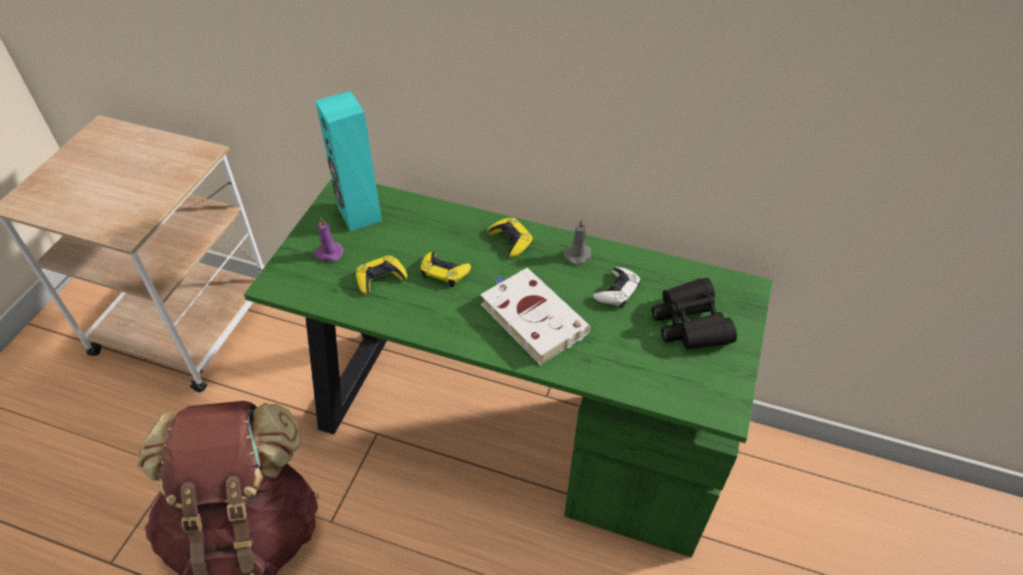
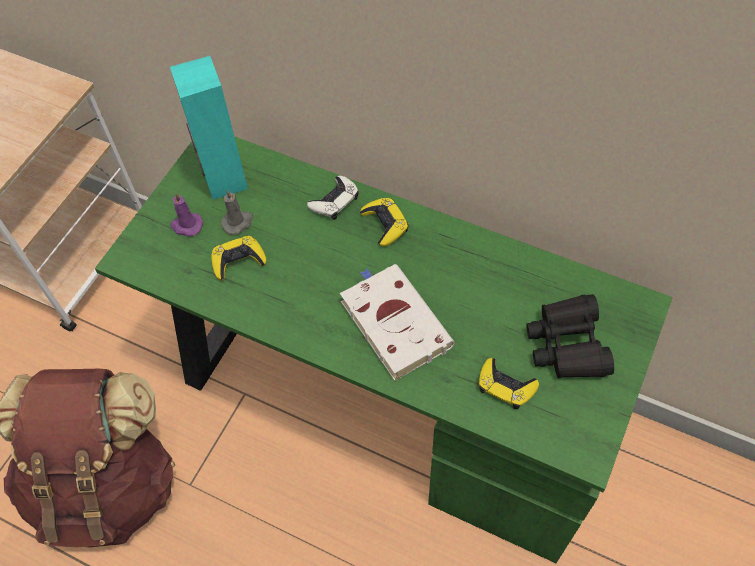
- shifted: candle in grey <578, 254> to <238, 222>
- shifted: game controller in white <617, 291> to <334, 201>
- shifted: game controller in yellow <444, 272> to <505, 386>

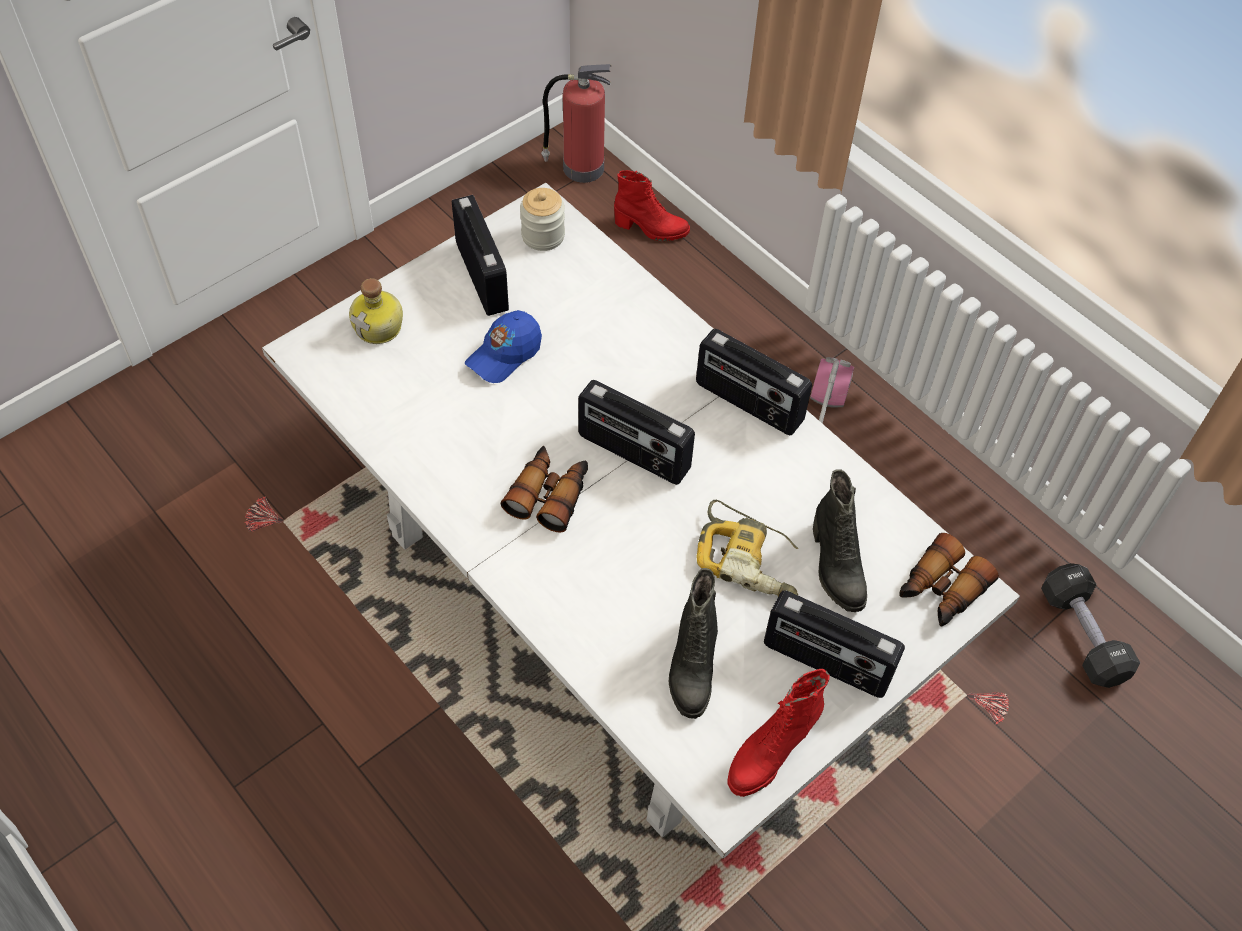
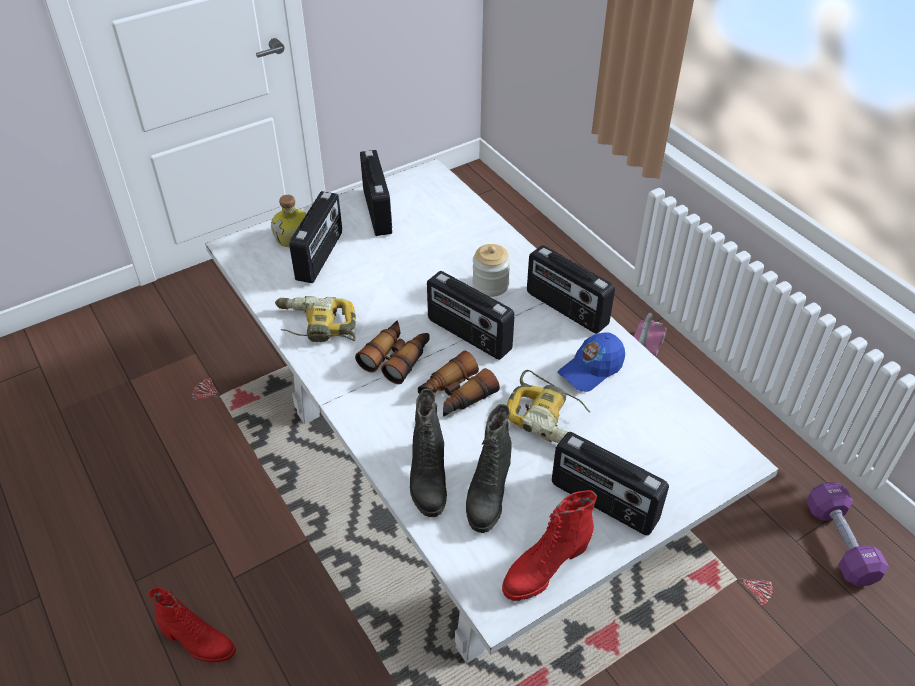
- shifted: boot in red <651, 229> to <198, 643>
- new: power drill <316, 326>
- new: radio <320, 256>
- shifted: boot in black <835, 567> to <427, 479>
- shifted: binoculars <941, 590> to <455, 395>
- shifted: jar <543, 235> to <490, 285>
- shifted: cap in blue <504, 354> to <591, 369>
- repainted: dumbbell in black <1082, 635> to dumbbell in purple <839, 543>
- gone: fire extinguisher <581, 167>

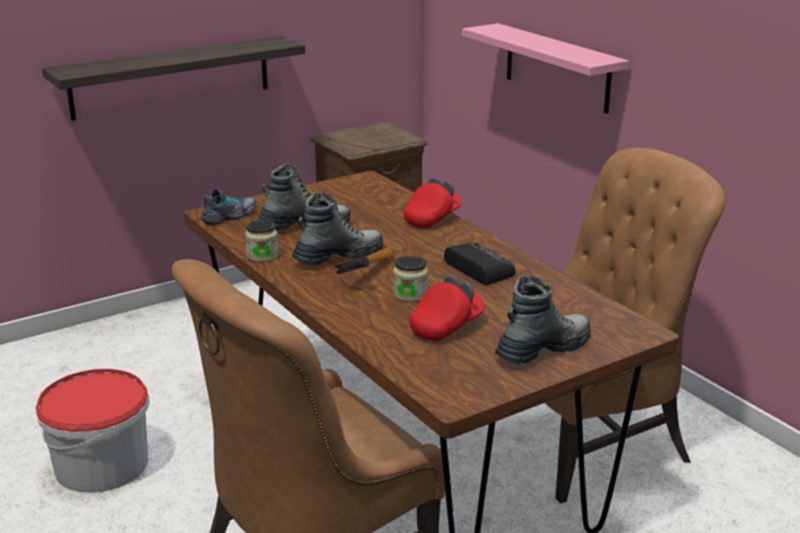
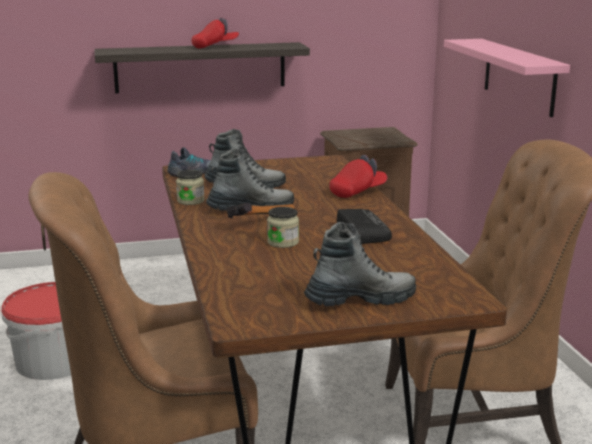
- shifted: cap in red <447, 326> to <215, 47>

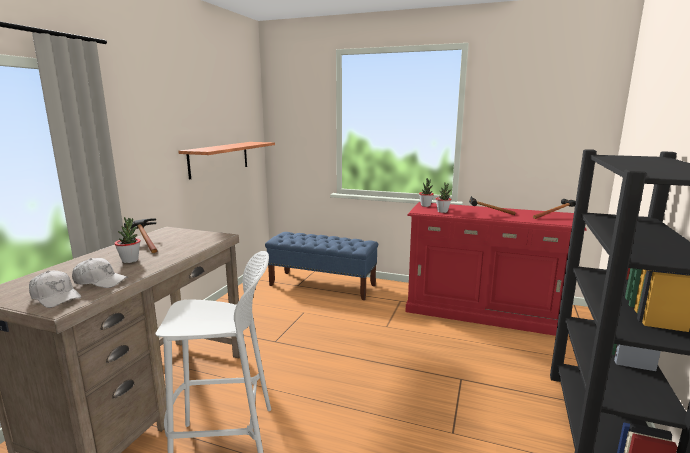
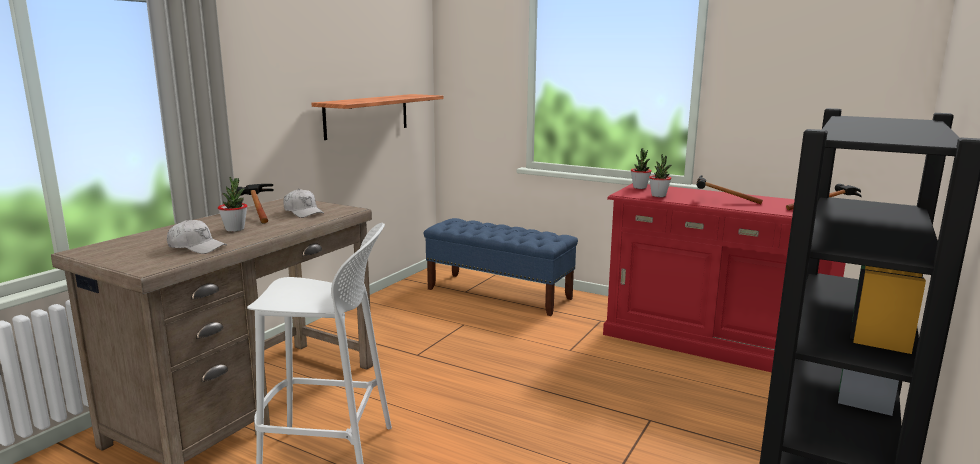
- shifted: cap in white <56, 297> to <303, 212>

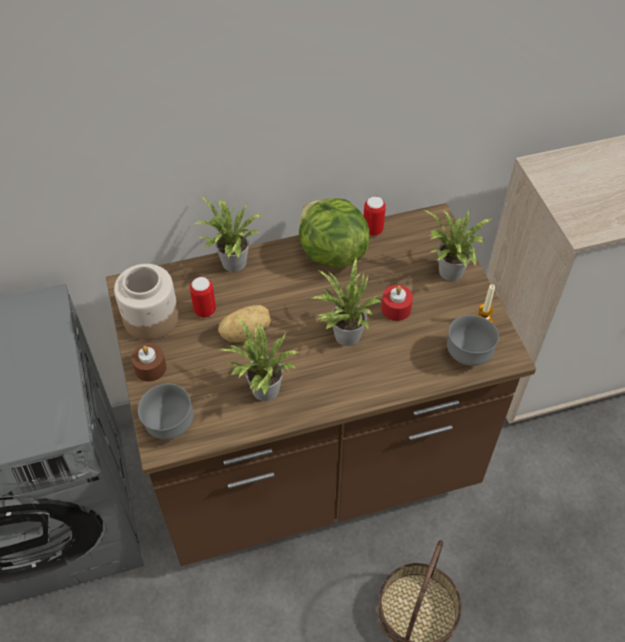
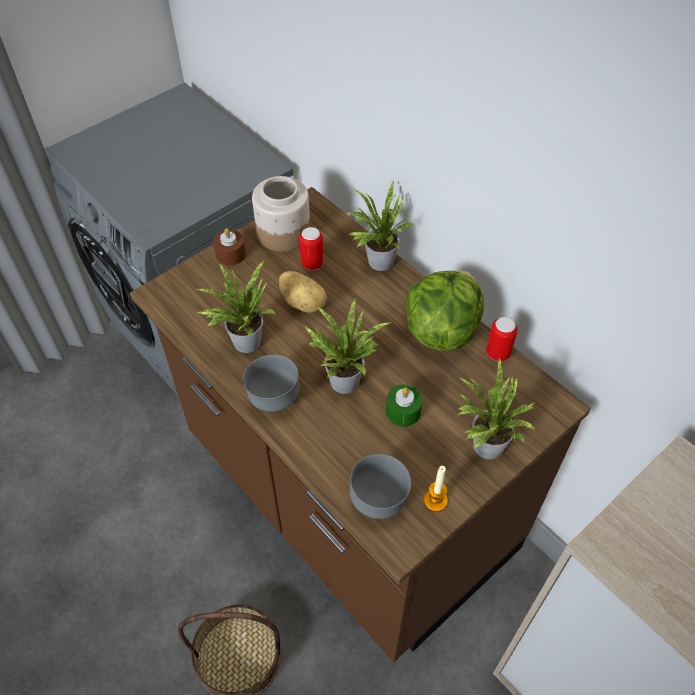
- shifted: bowl in grey <169, 426> to <274, 399>
- repainted: candle in red <396, 308> to candle in green <403, 411>

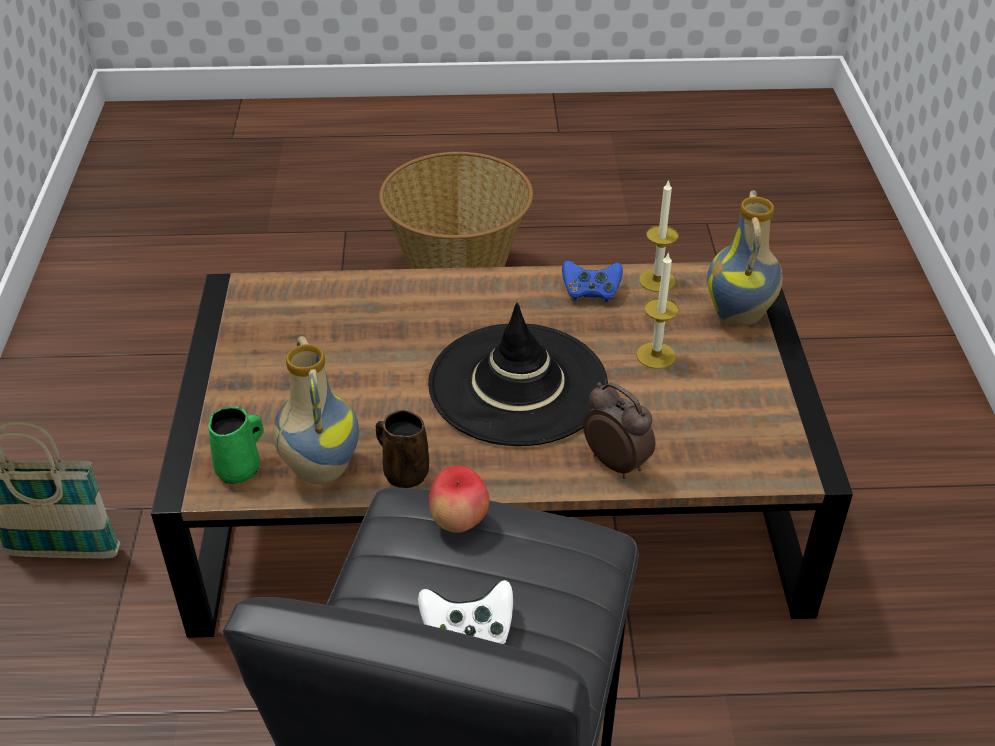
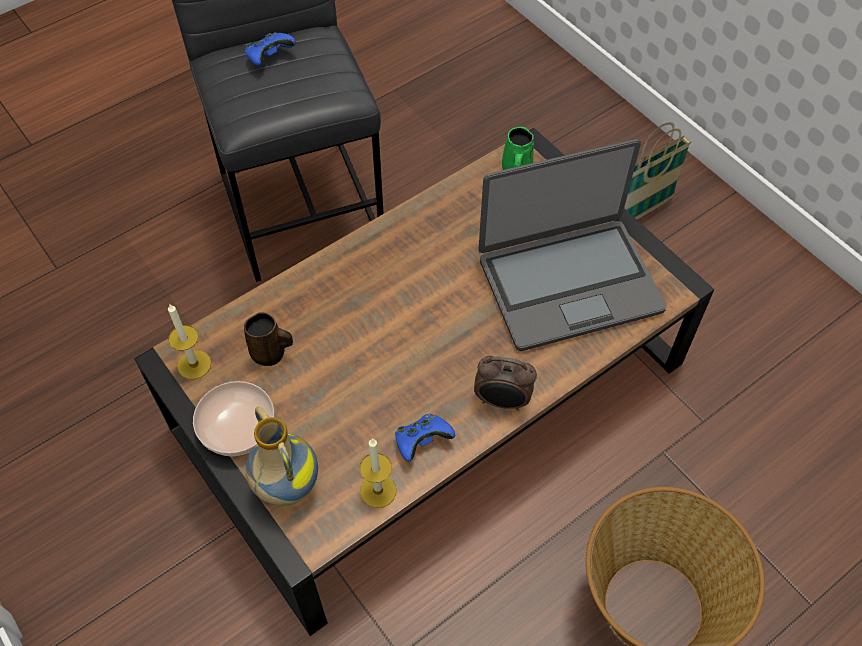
- shifted: candle <656, 355> to <194, 364>
- new: bowl <237, 426>
- shifted: mug in brown <404, 472> to <270, 354>
- repainted: game controller in white <467, 631> to game controller in blue <269, 58>
- shifted: alarm clock <617, 462> to <502, 401>
- new: laptop <568, 283>
- gone: vase <318, 470>
- gone: hat in black <518, 385>
- gone: apple <459, 522>

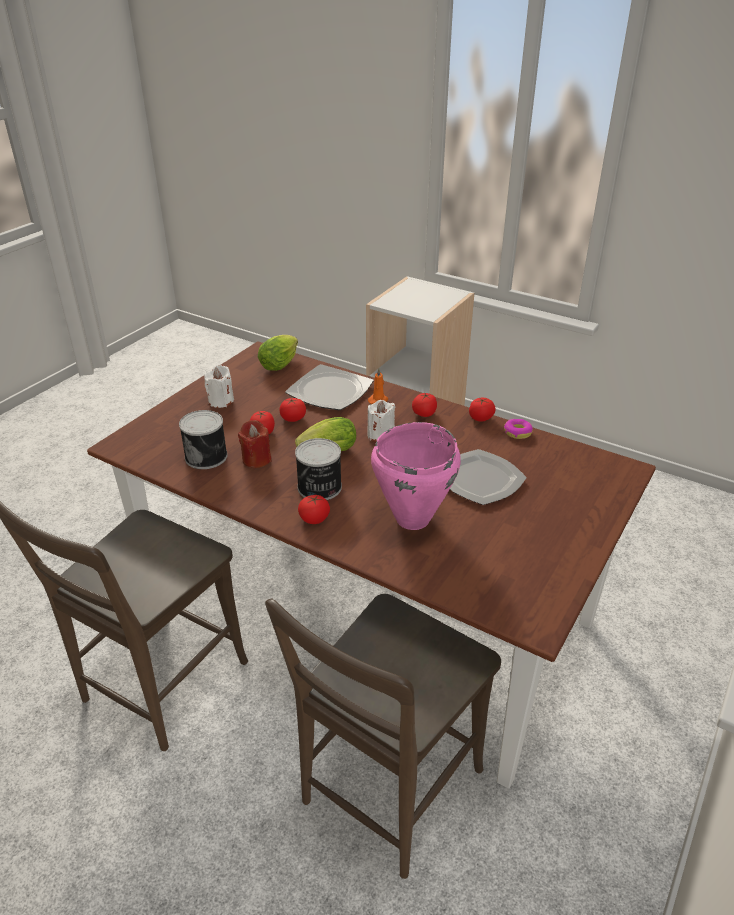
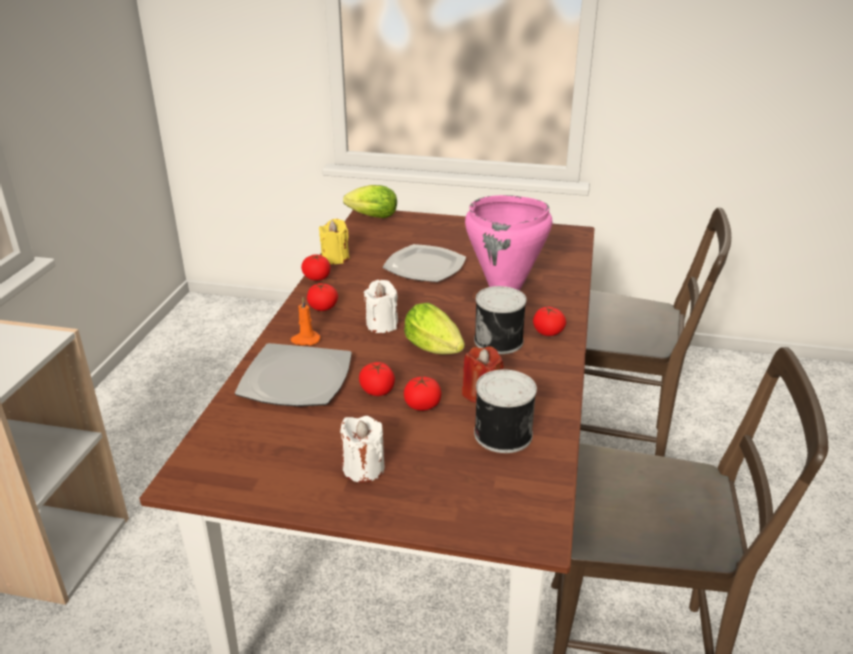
- swapped: donut <517, 432> to candle in yellow <335, 258>
- shifted: lettuce <281, 364> to <370, 216>

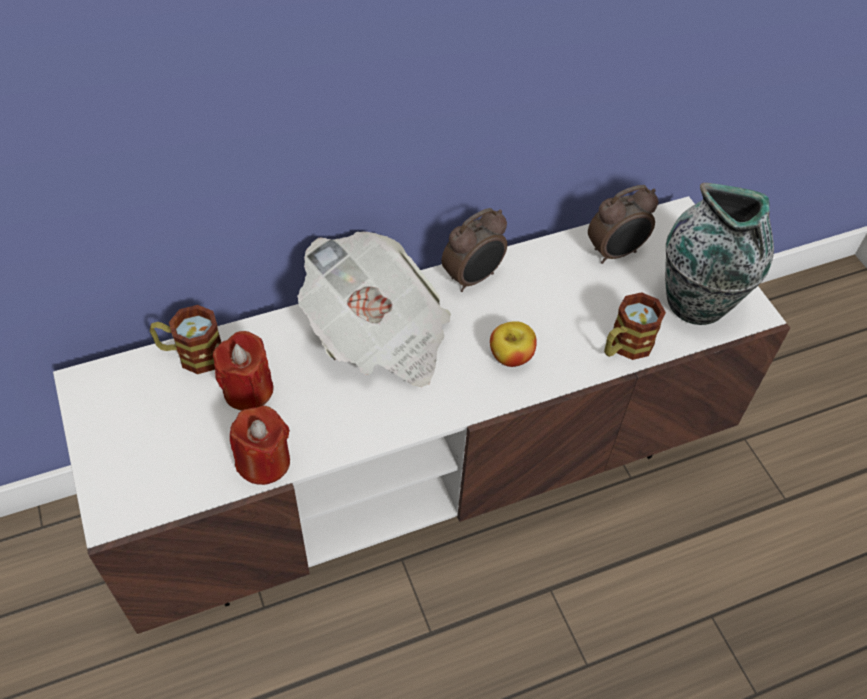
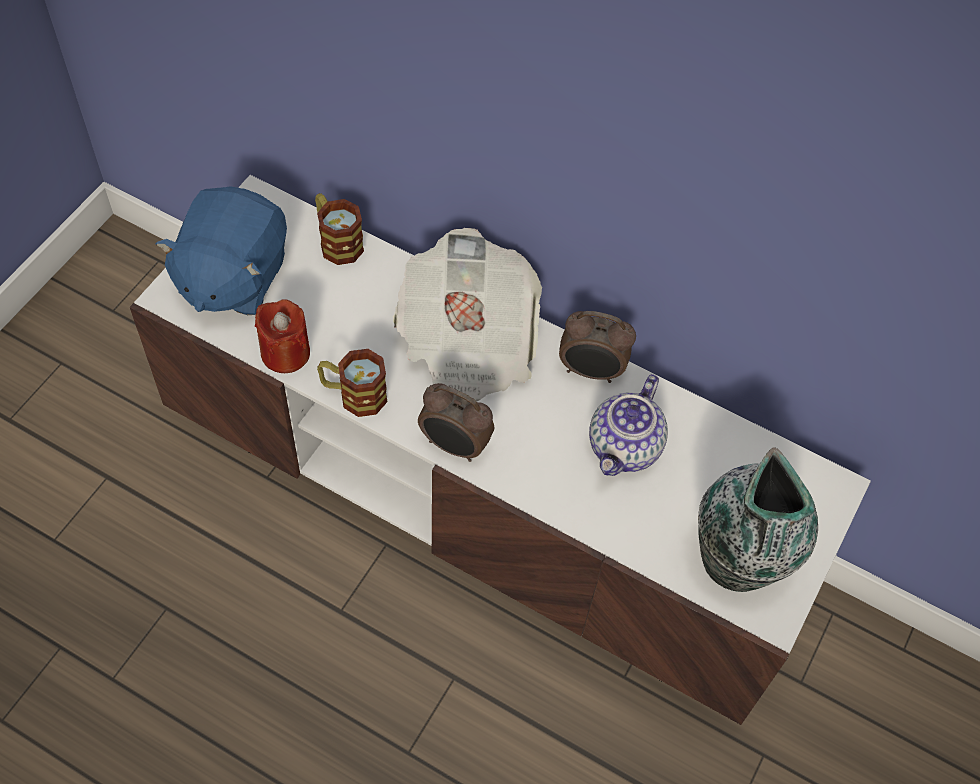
- new: plush toy in blue <232, 277>
- shifted: mug <624, 346> to <353, 394>
- shifted: alarm clock <616, 253> to <454, 446>
- new: teapot <625, 448>
- gone: candle in red <248, 390>
- gone: apple <511, 356>

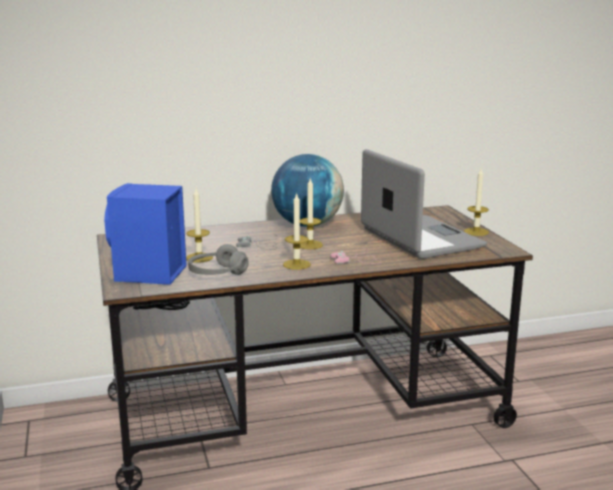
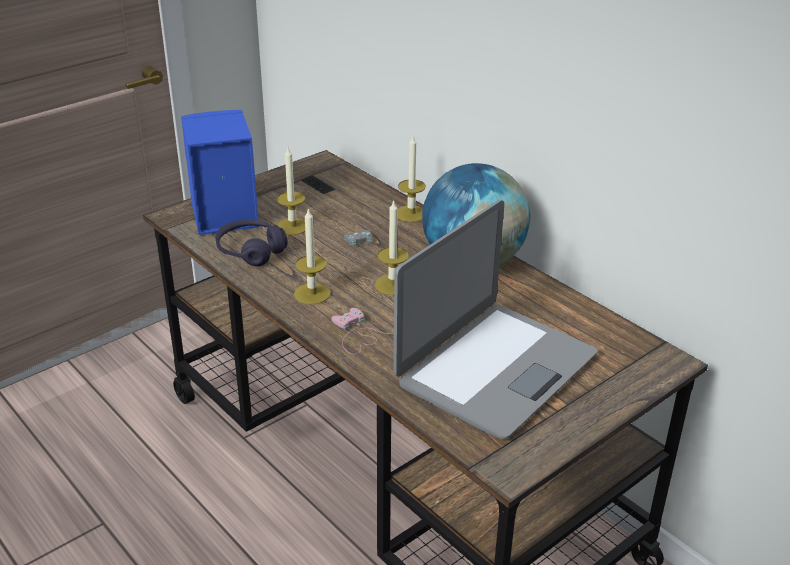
- repainted: headphones in grey <217, 273> to headphones in purple <251, 251>
- shifted: candle <476, 232> to <411, 213>

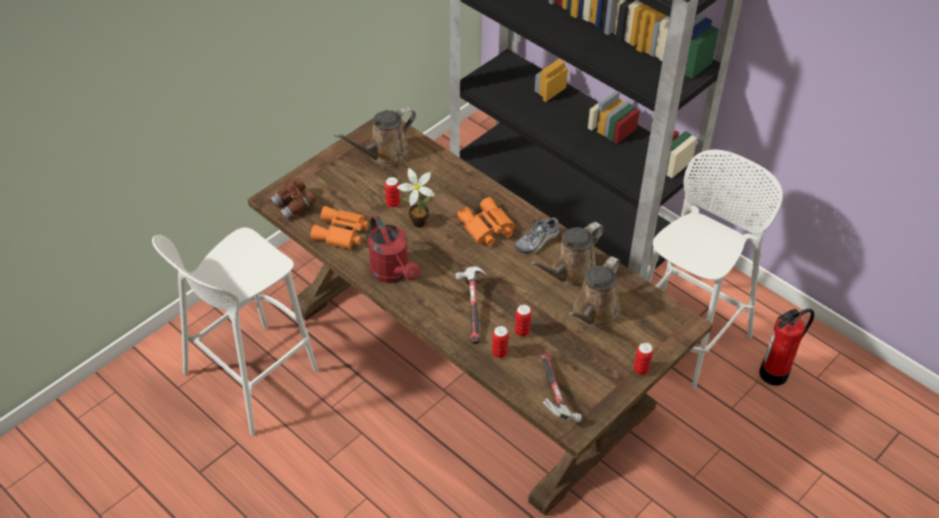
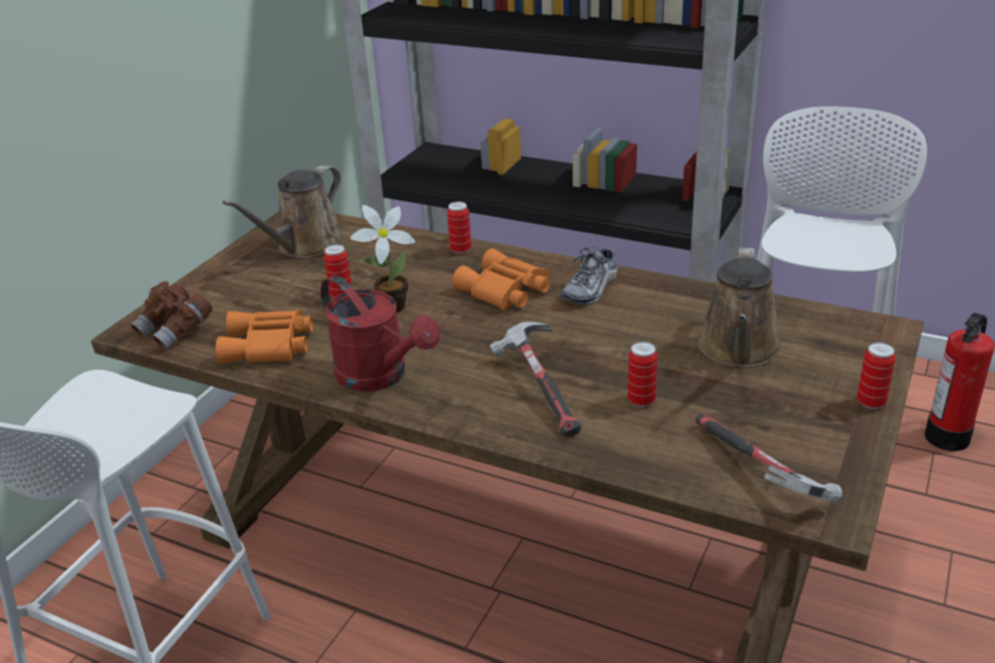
- shifted: can <499, 353> to <460, 250>
- gone: watering can in brown <570, 273>

